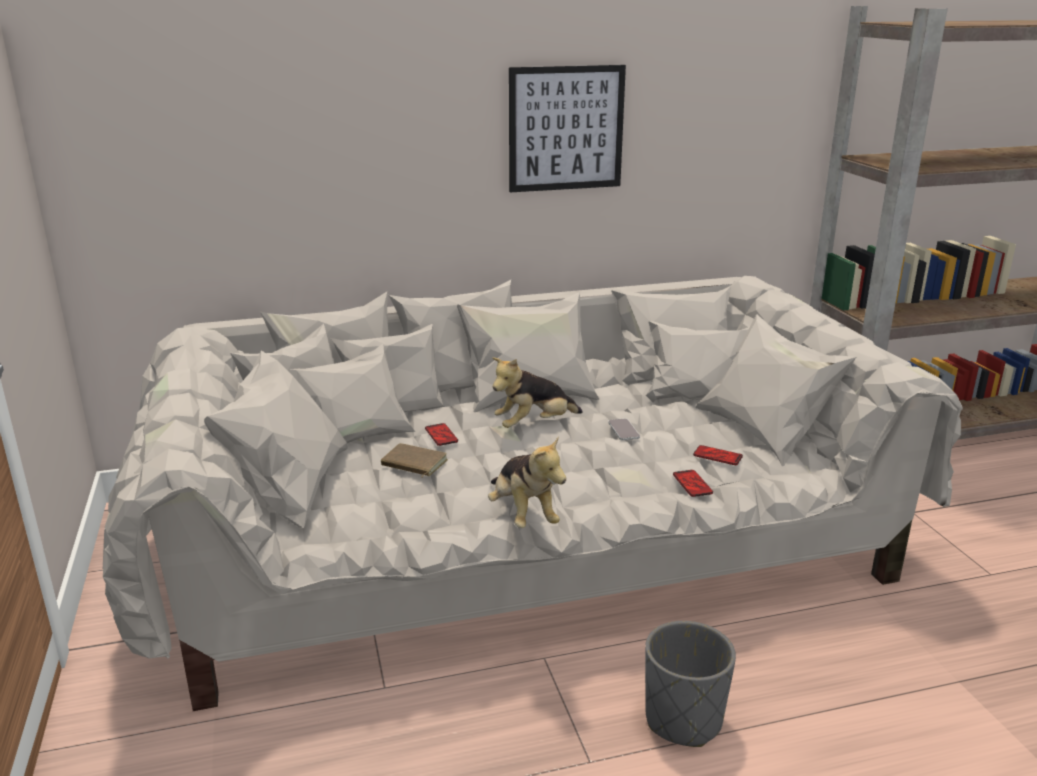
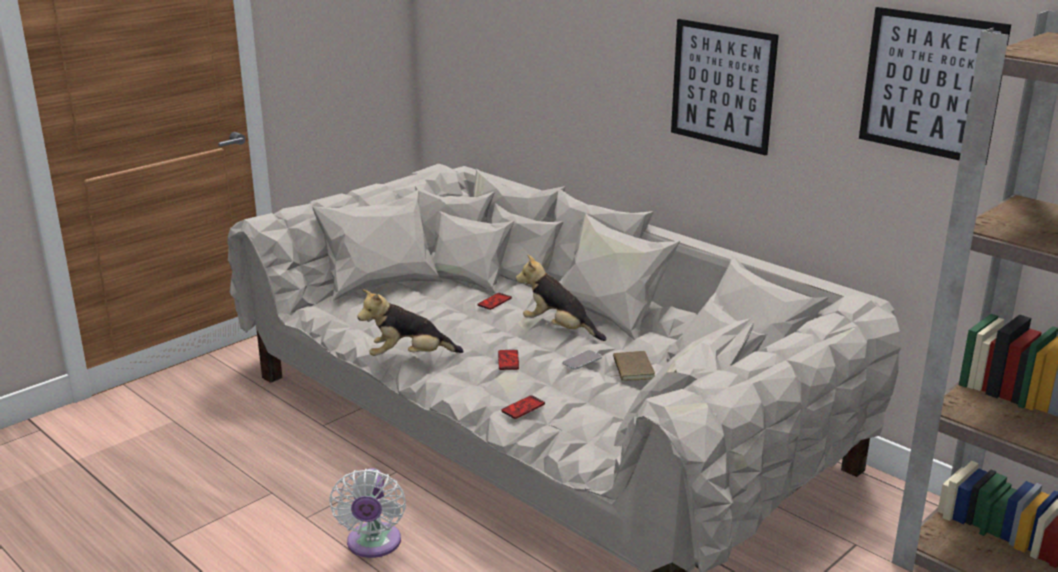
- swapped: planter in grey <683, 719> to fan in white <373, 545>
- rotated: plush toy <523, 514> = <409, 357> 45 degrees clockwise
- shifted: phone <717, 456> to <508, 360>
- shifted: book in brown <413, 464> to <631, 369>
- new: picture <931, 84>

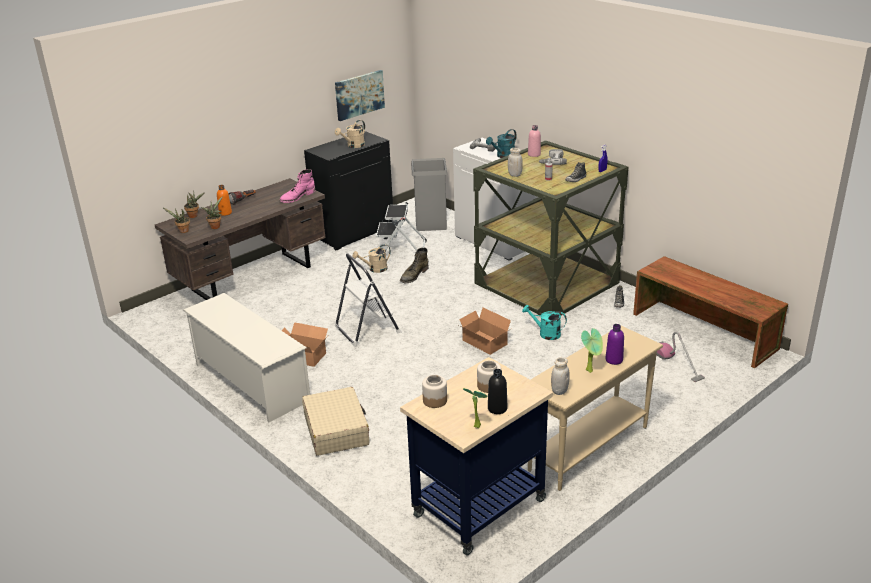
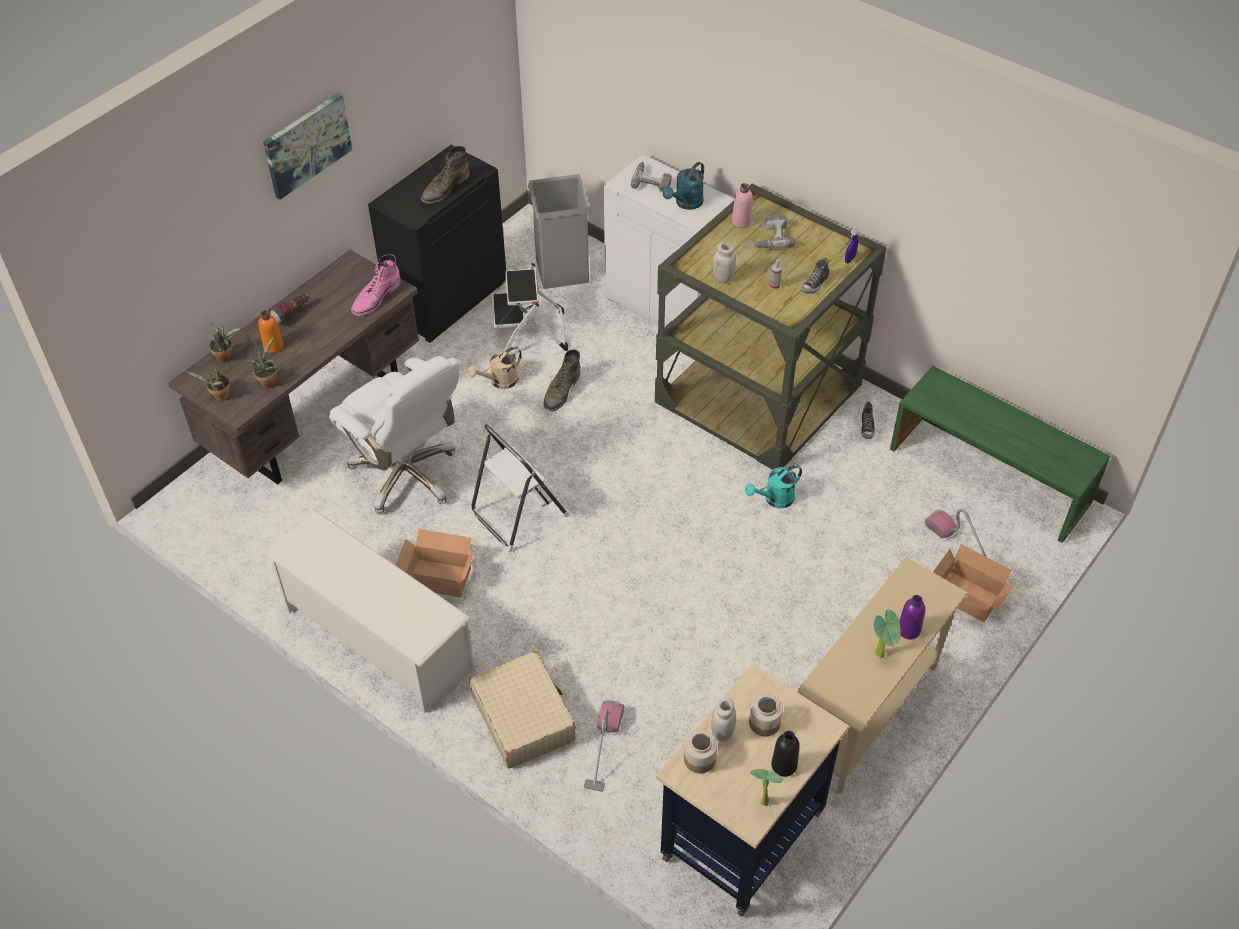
- shifted: picture <359, 95> to <307, 144>
- new: office chair in white <407, 477>
- swapped: watering can in beige <353, 146> to boot in green <445, 188>
- new: vacuum cleaner <603, 747>
- shifted: jar in white <559, 391> to <722, 732>
- rotated: watering can in turquoise <545, 333> = <774, 500> 45 degrees counterclockwise
- repainted: bench in brown <705, 331> to bench in green <991, 475>
- shifted: cardboard box <484, 343> to <967, 599>

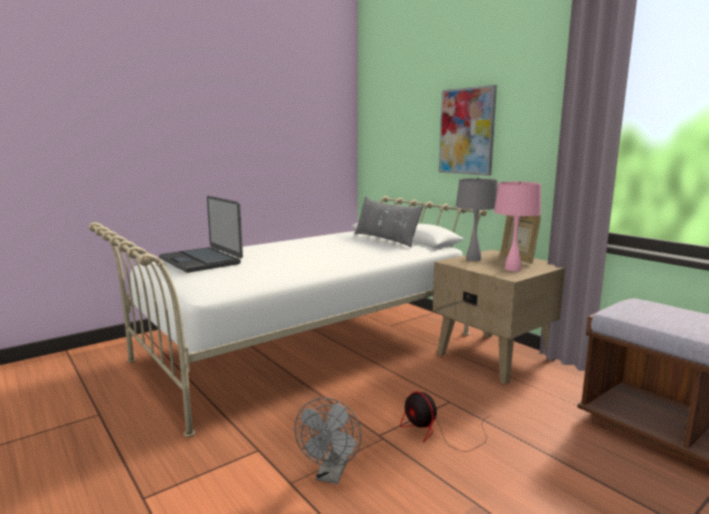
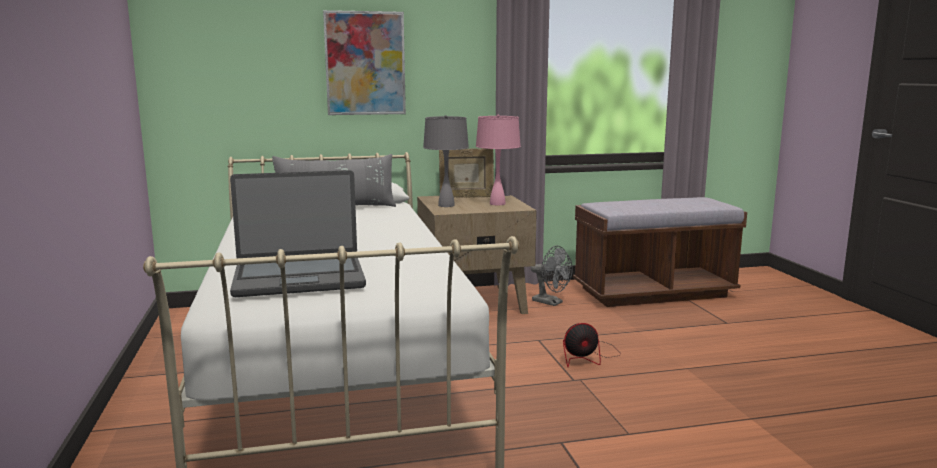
- shifted: fan in grey <331, 475> to <551, 302>

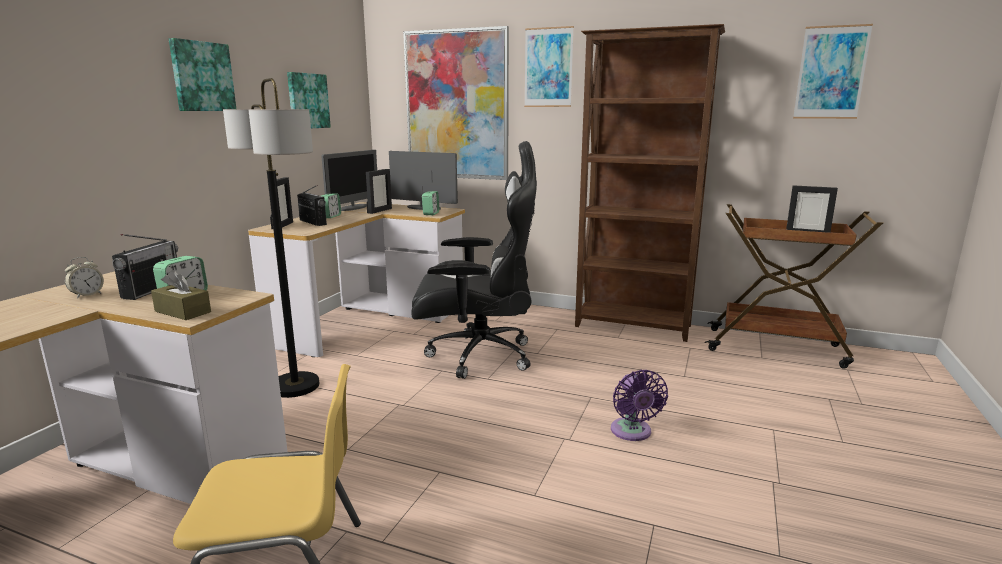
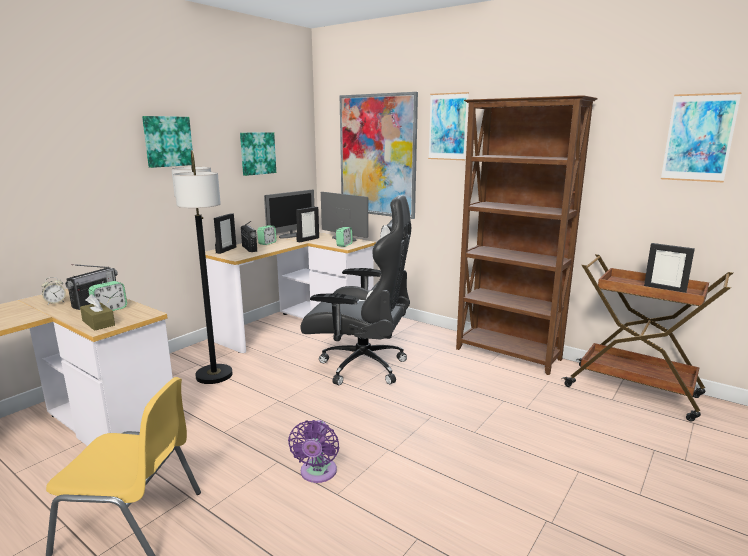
- shifted: fan in purple <632, 432> to <317, 473>

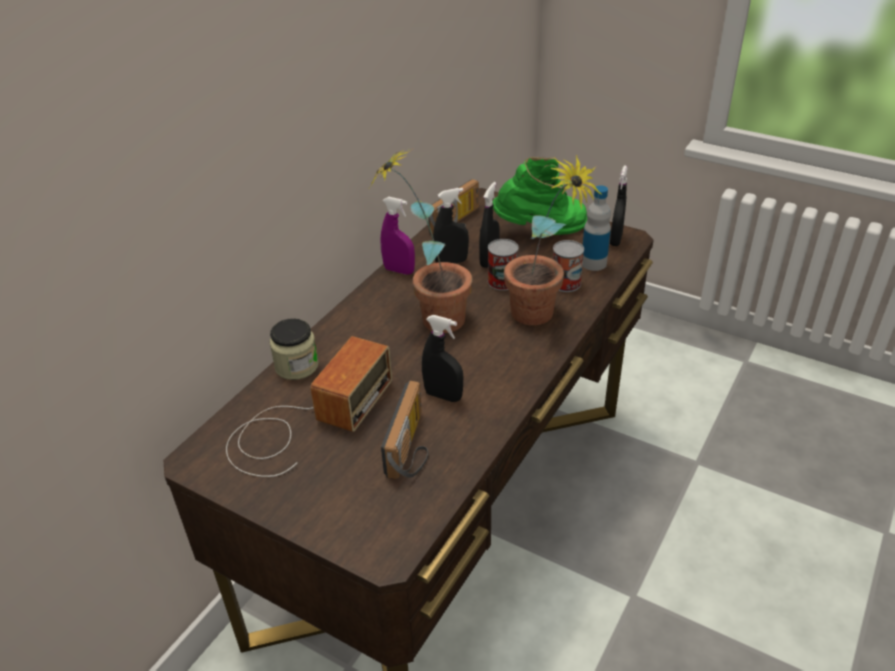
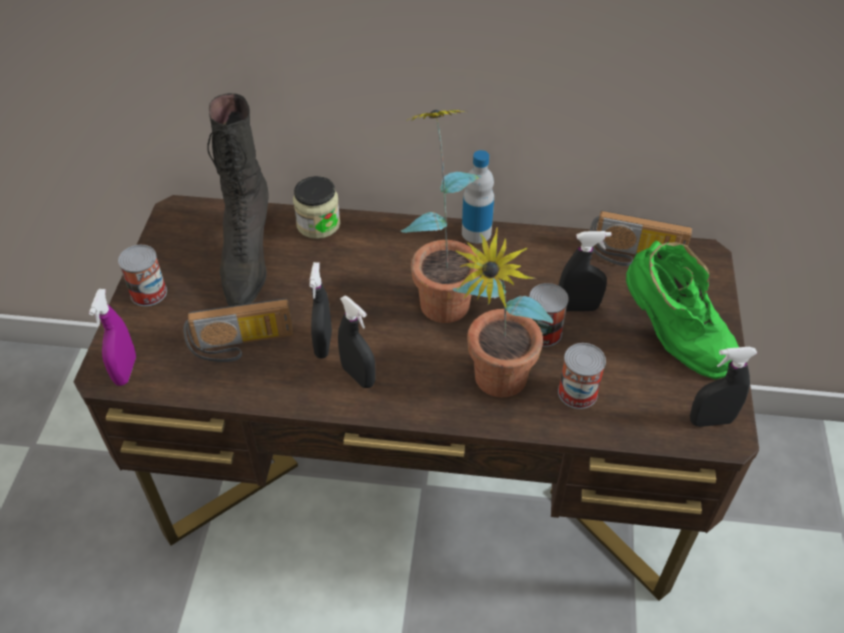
- shifted: spray bottle in purple <399, 270> to <125, 370>
- new: can <148, 293>
- swapped: radio <306, 422> to boot in black <247, 260>
- shifted: spray bottle in black <451, 262> to <358, 376>
- shifted: bottle <593, 263> to <476, 233>

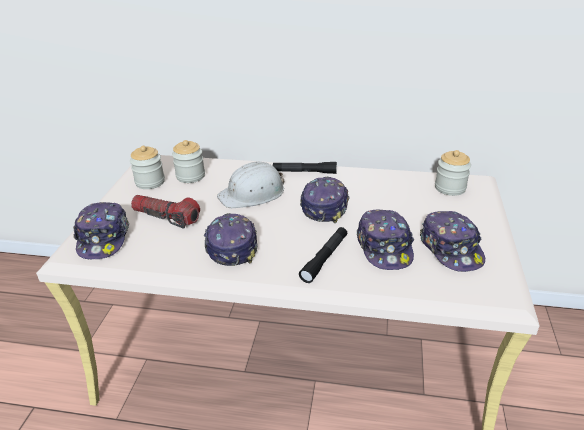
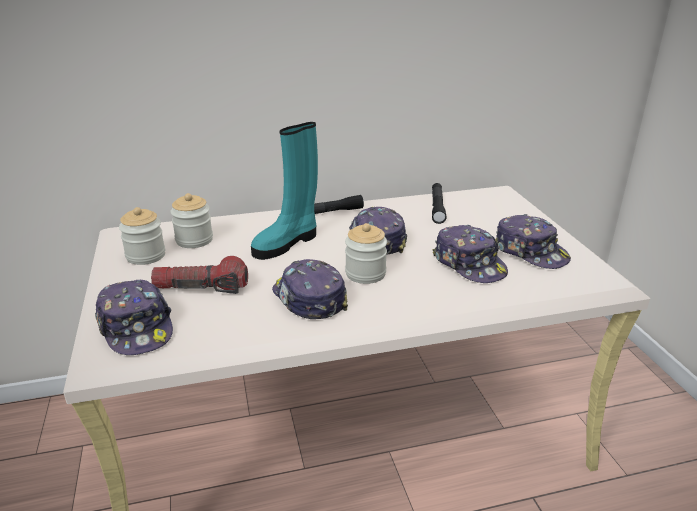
- swapped: hard hat in white <253, 193> to boot in turquoise <287, 243>
- shifted: jar <450, 188> to <365, 273>
- shifted: flashlight in black <325, 258> to <437, 207>

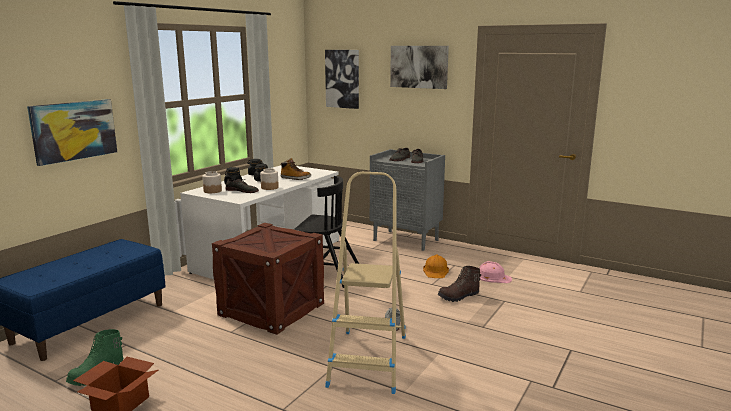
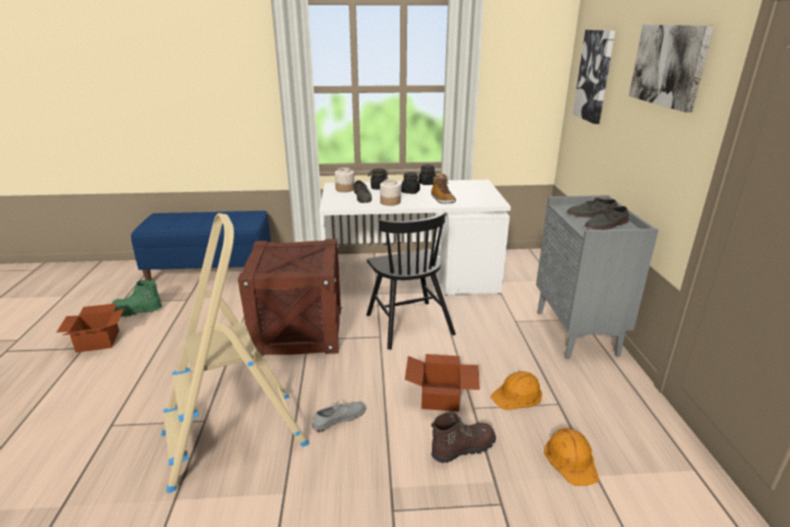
- new: cardboard box <441, 398>
- rotated: boot in brown <459, 297> = <462, 448> 120 degrees clockwise
- repainted: hard hat in pink <493, 277> to hard hat in orange <571, 459>
- gone: picture <74, 130>

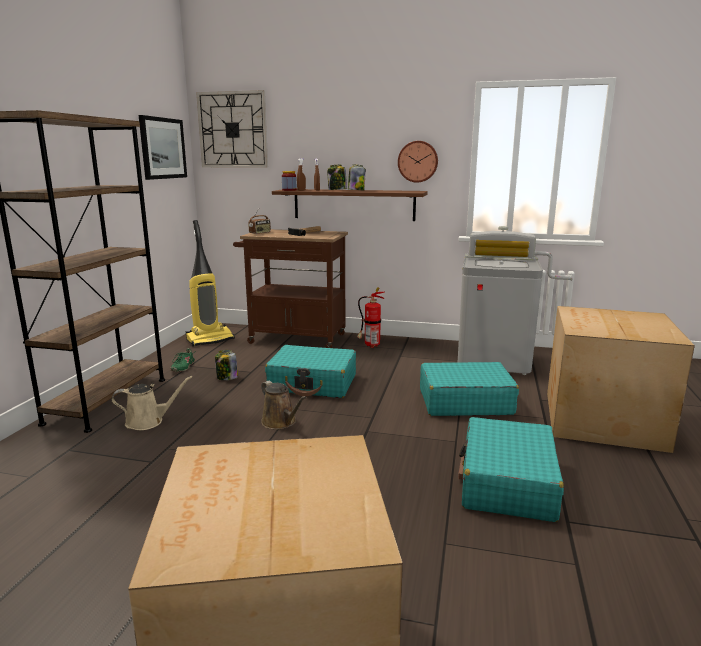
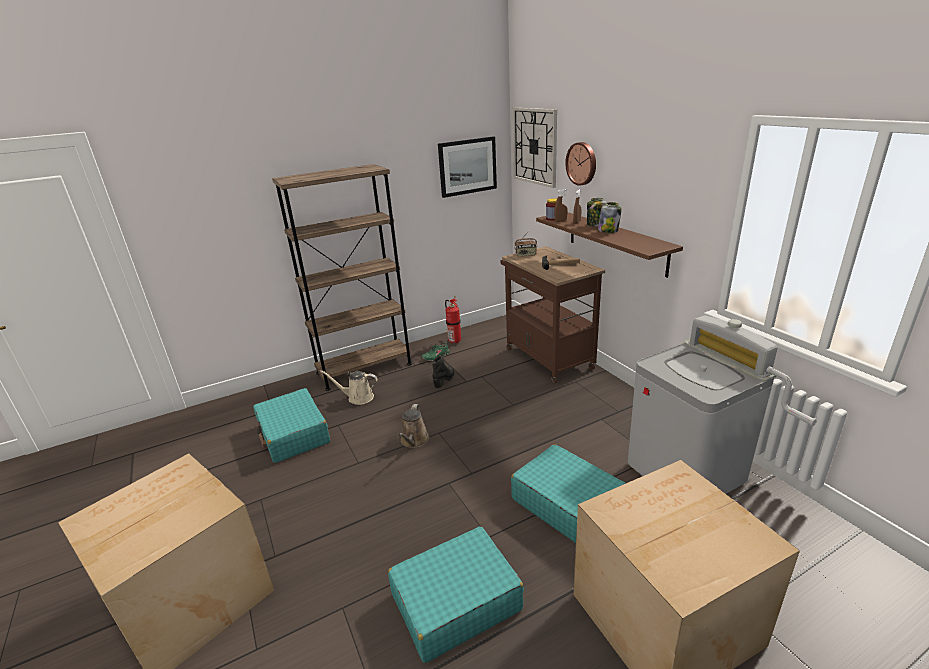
- shifted: suitcase in turquoise <313, 383> to <293, 434>
- rotated: watering can in beige <148, 421> = <358, 398> 150 degrees clockwise
- swapped: jar <227, 378> to boot in black <444, 380>
- shifted: fire extinguisher <370, 346> to <453, 341>
- shifted: wall clock <418, 161> to <582, 163>
- gone: vacuum cleaner <210, 339>

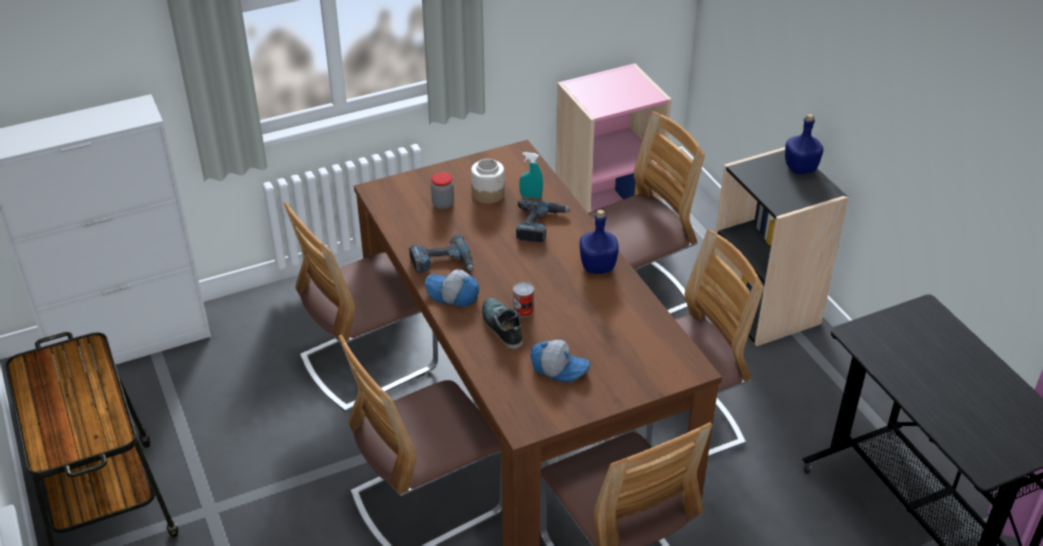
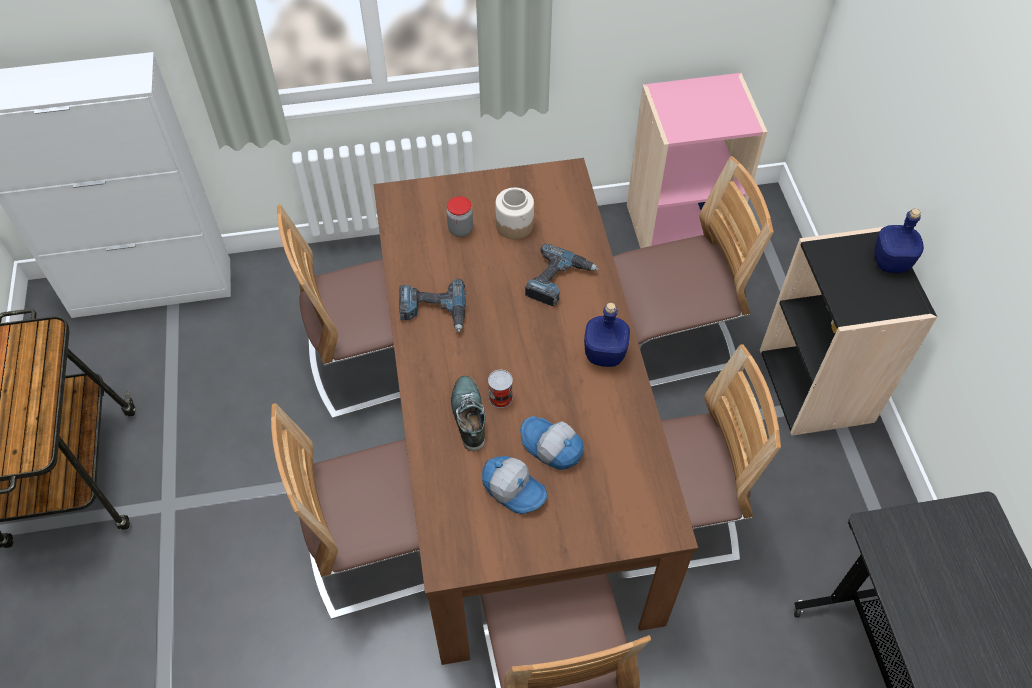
- shifted: cap <452, 295> to <551, 447>
- gone: spray bottle in turquoise <531, 196>

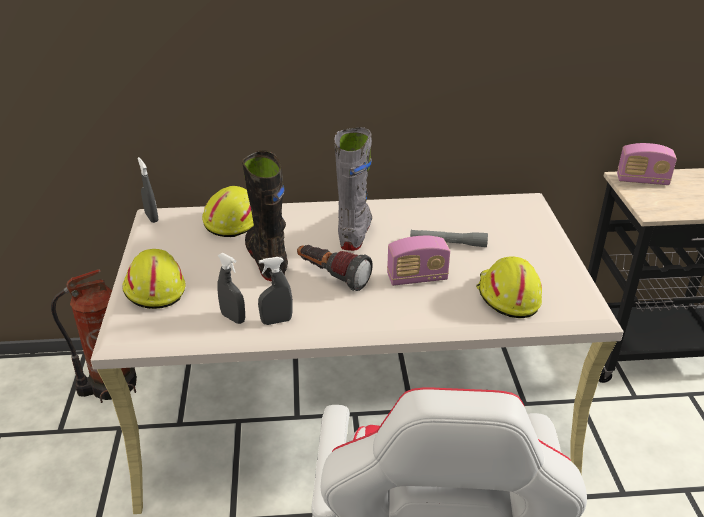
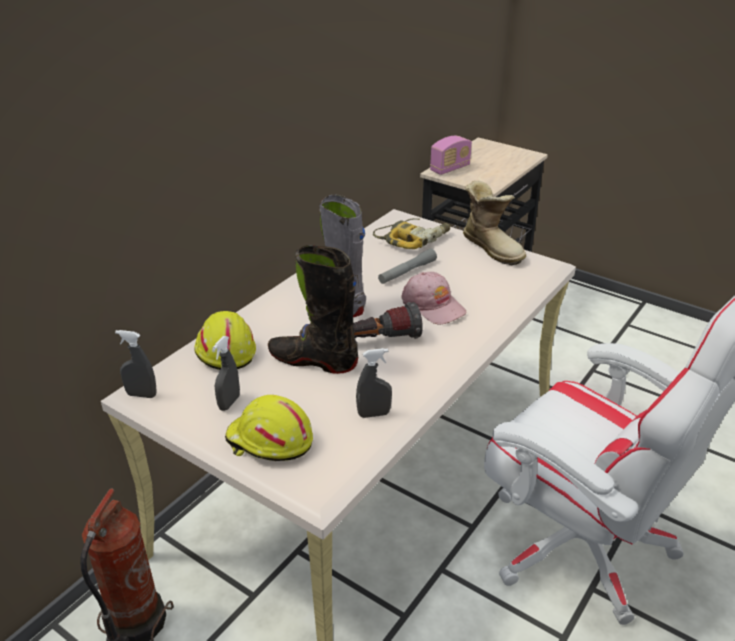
- shifted: spray bottle in grey <276, 321> to <229, 403>
- new: power drill <413, 238>
- swapped: radio <417, 278> to cap in pink <433, 305>
- new: boot <492, 248>
- gone: hard hat in yellow <506, 296>

